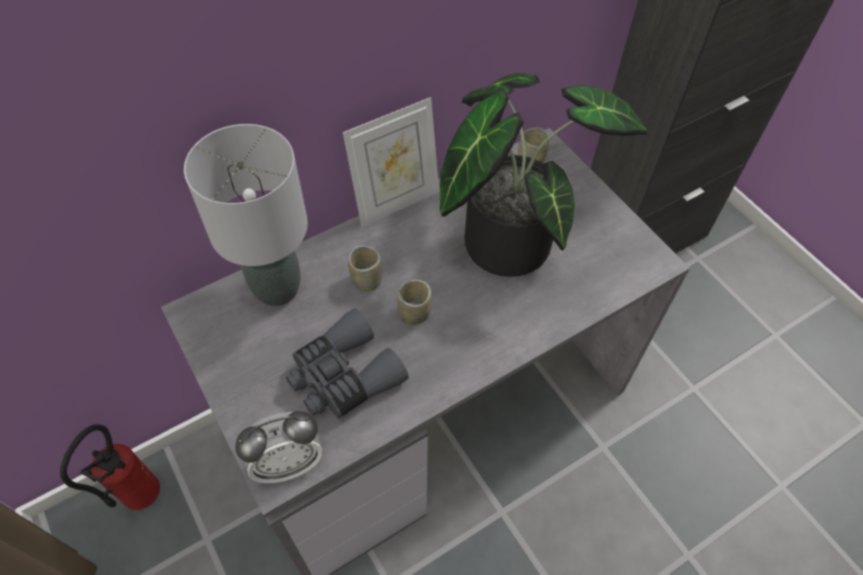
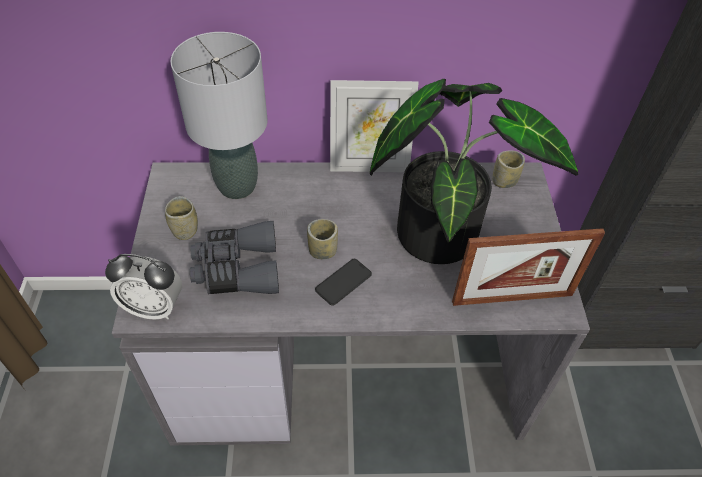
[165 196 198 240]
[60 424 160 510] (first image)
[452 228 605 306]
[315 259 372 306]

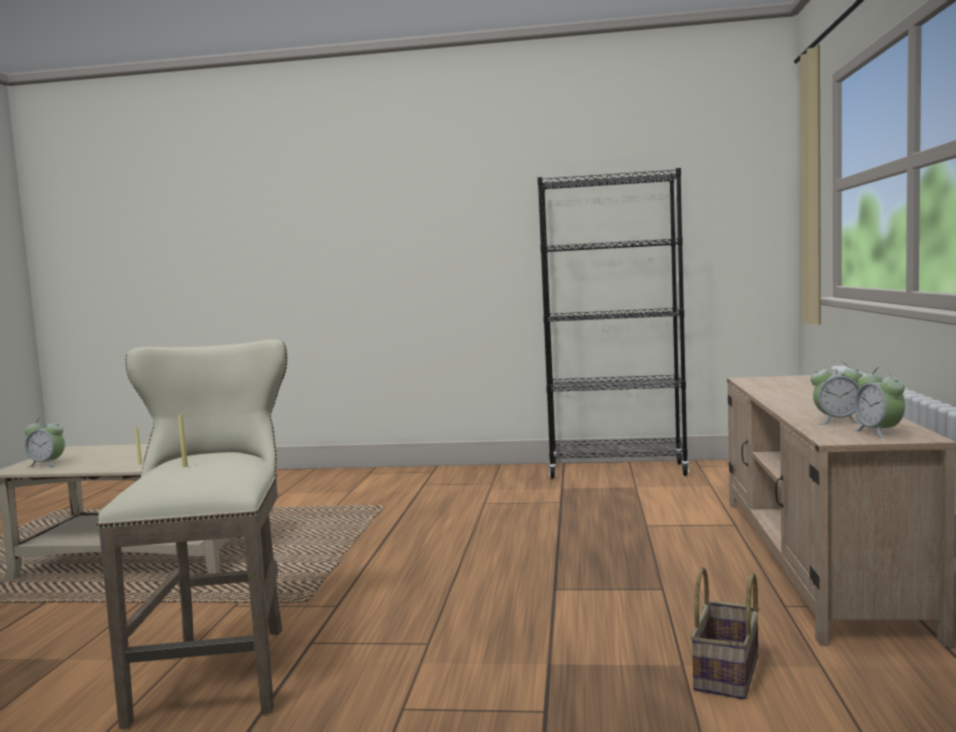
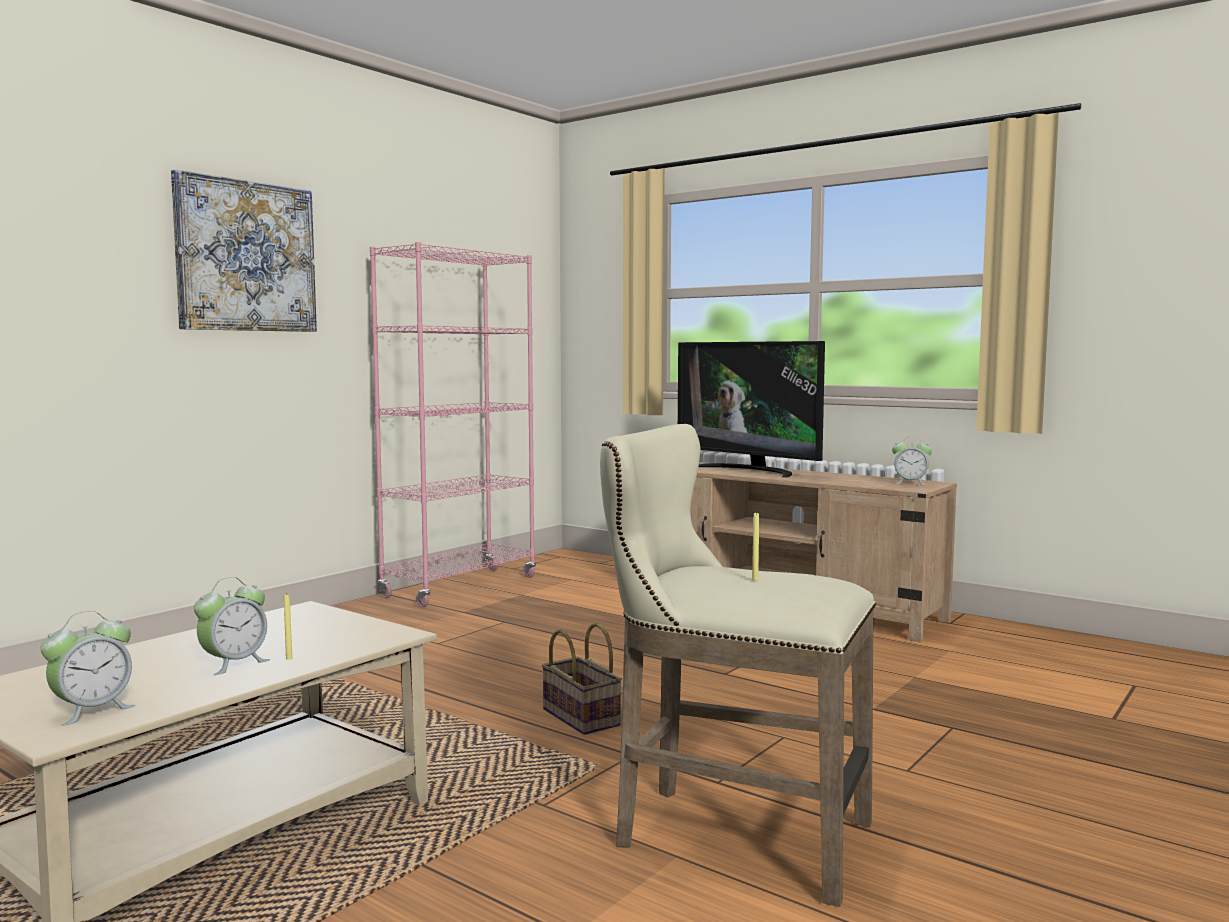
[370 242 536 607]
[194 577 270 675]
[541 622 622 735]
[171 169 317 332]
[678 341 825 478]

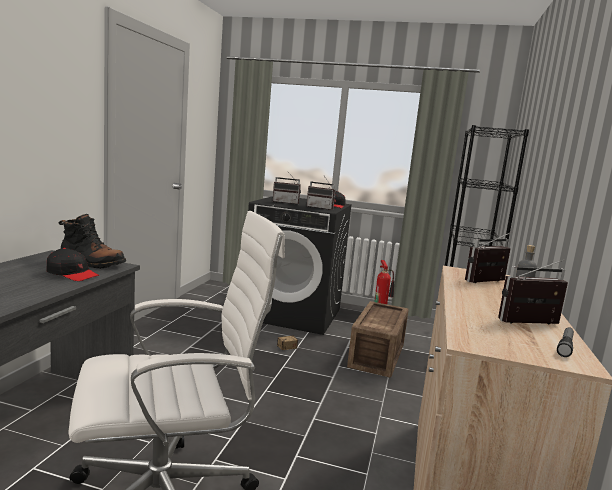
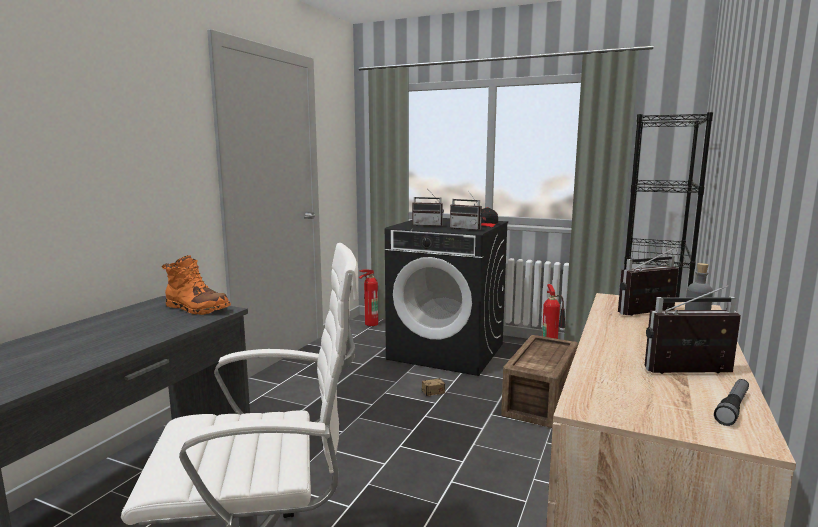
[162 255 231 315]
[46 248 99 281] (first image)
[359 269 378 326]

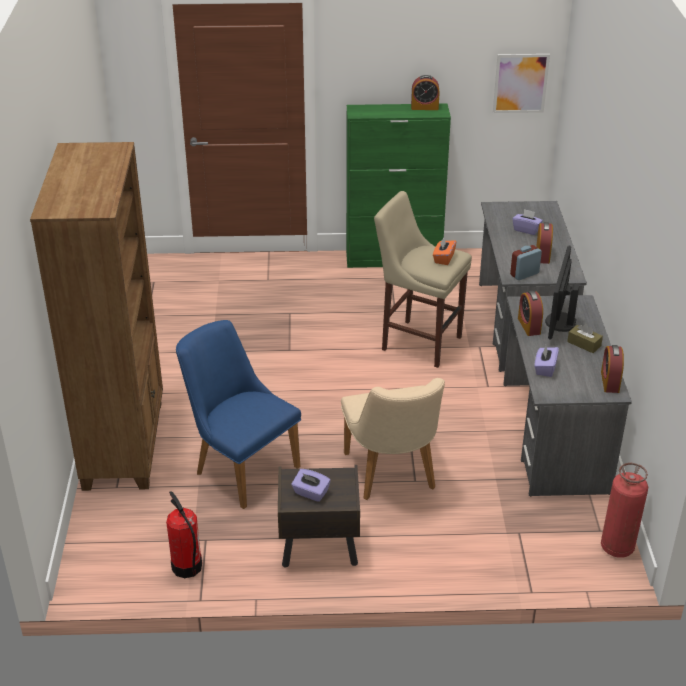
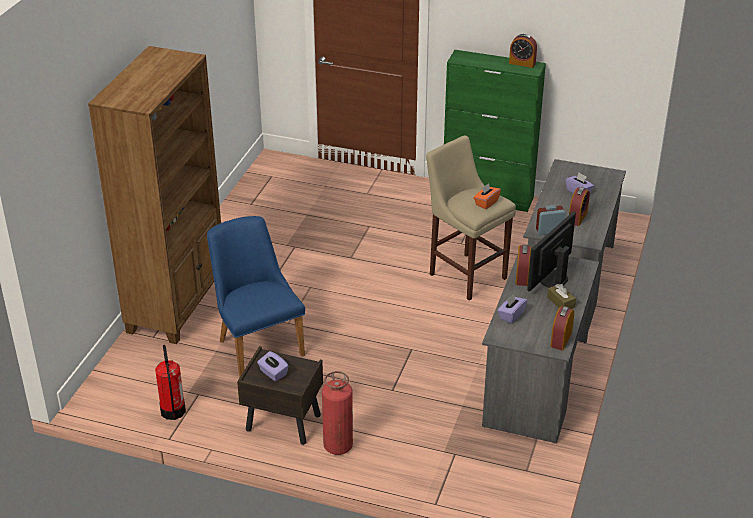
[493 54 550 113] (first image)
[341 378 445 500] (first image)
[322 371 353 455]

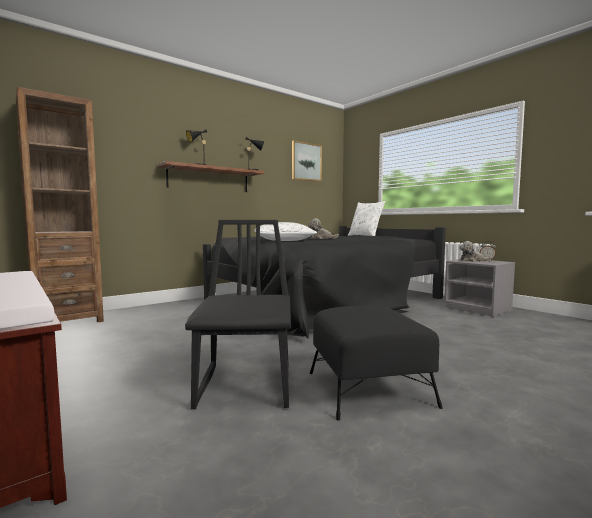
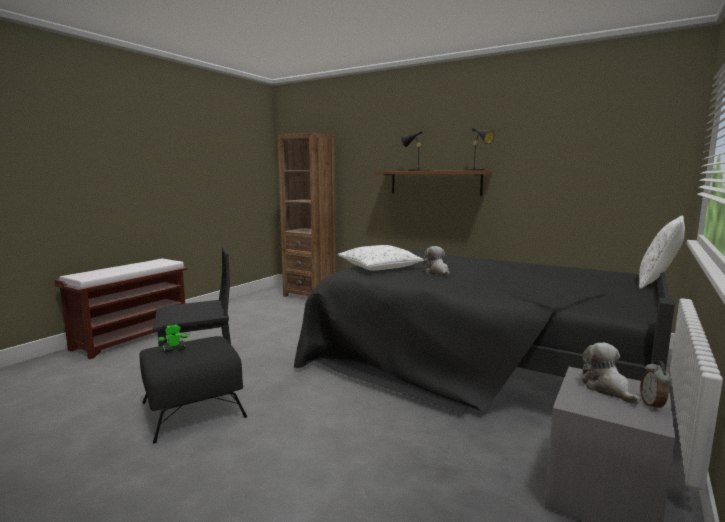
[292 140 322 182] (first image)
[156 325 189 352]

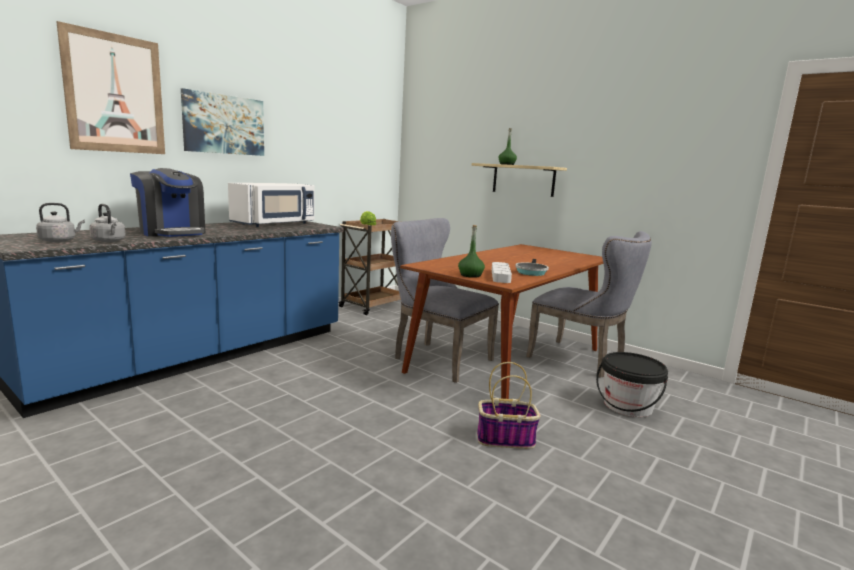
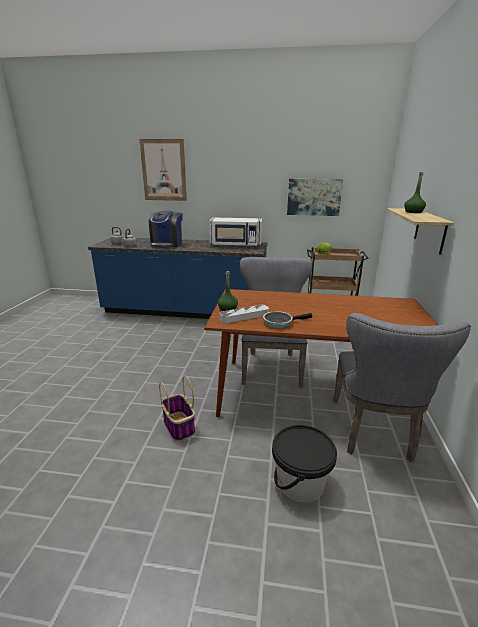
[287 179 343 216]

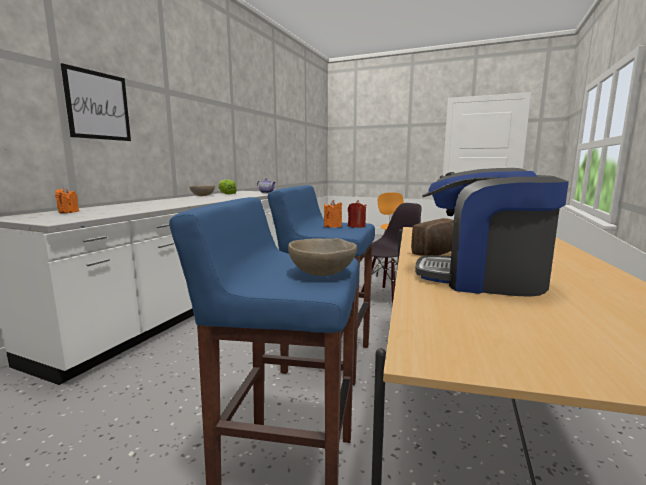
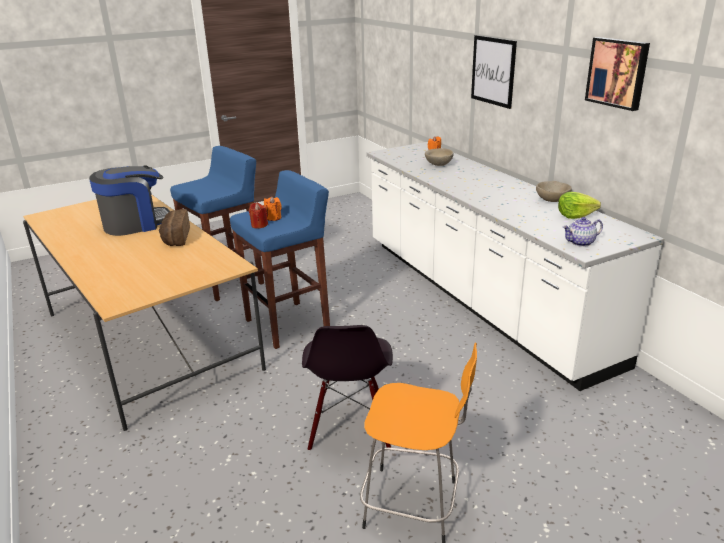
[425 148 454 166]
[585 37 650 111]

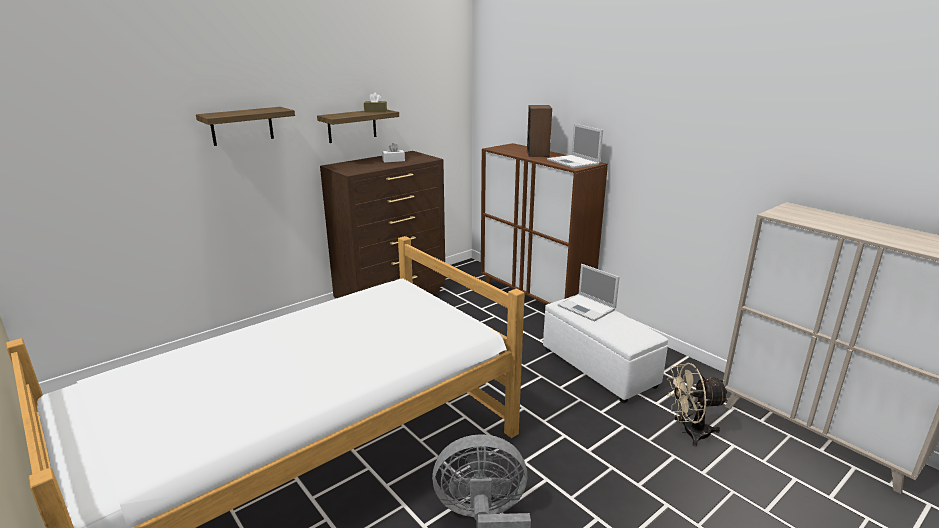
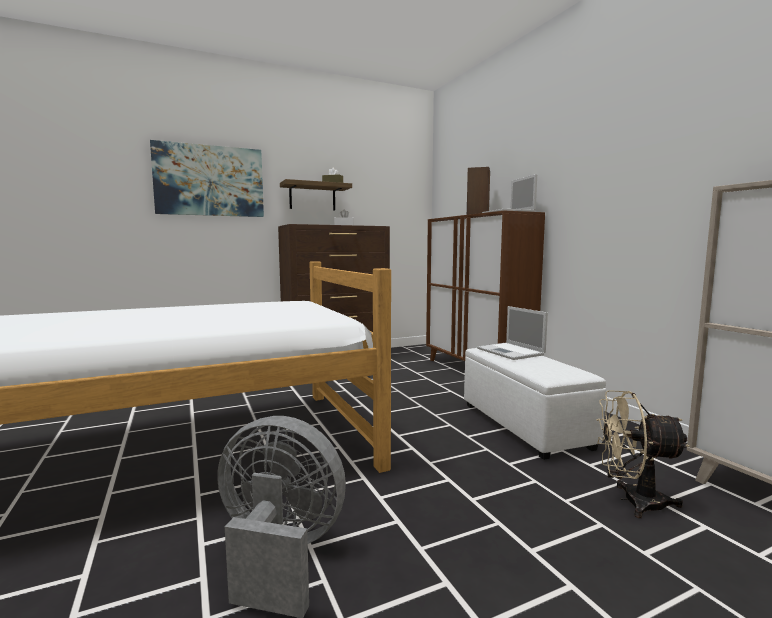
[150 140 264 217]

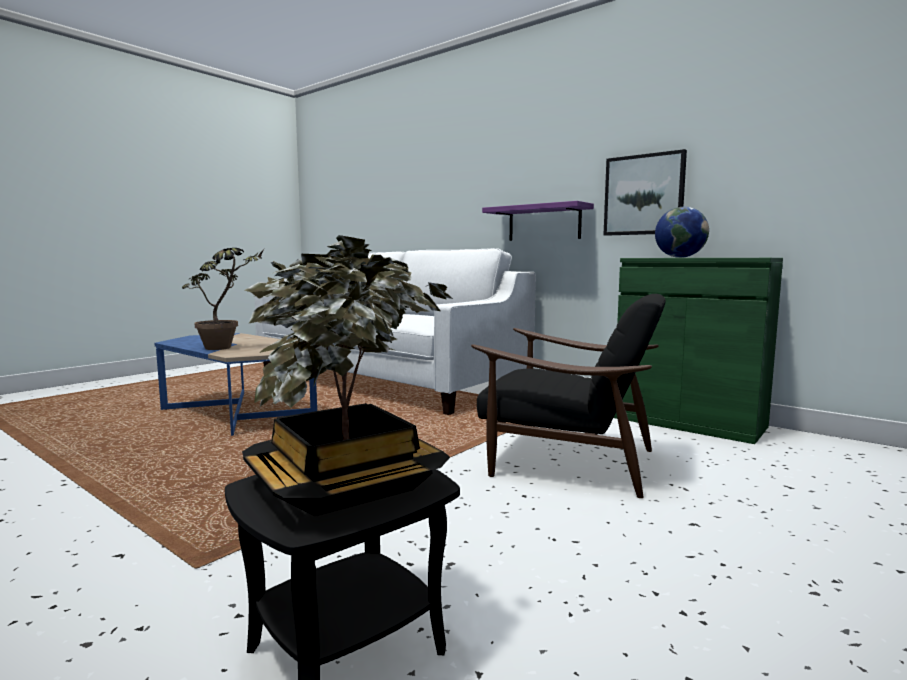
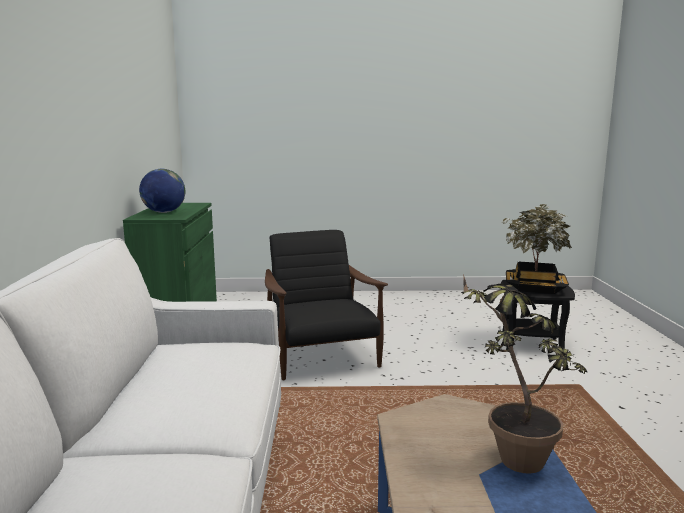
[604 149 687 236] (first image)
[482 201 594 241] (first image)

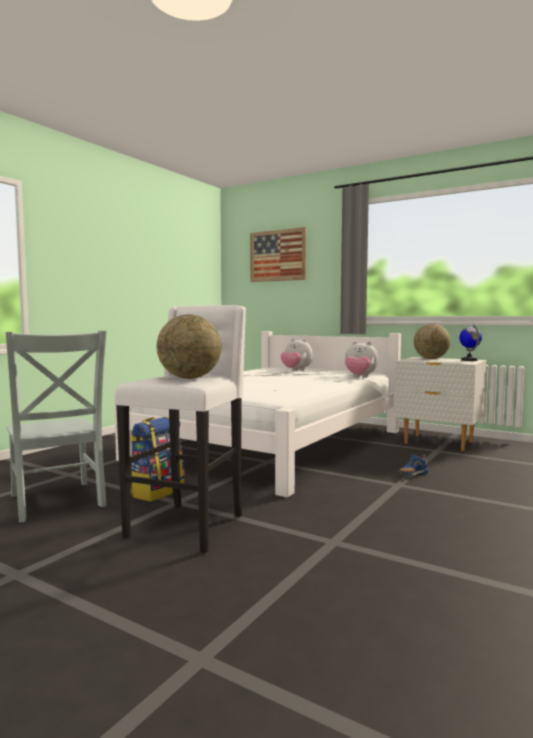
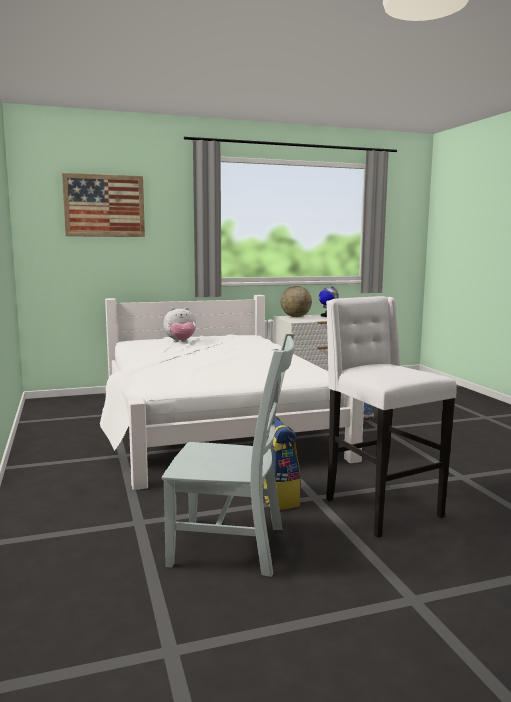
[157 314 221 379] (first image)
[345 342 378 377] (first image)

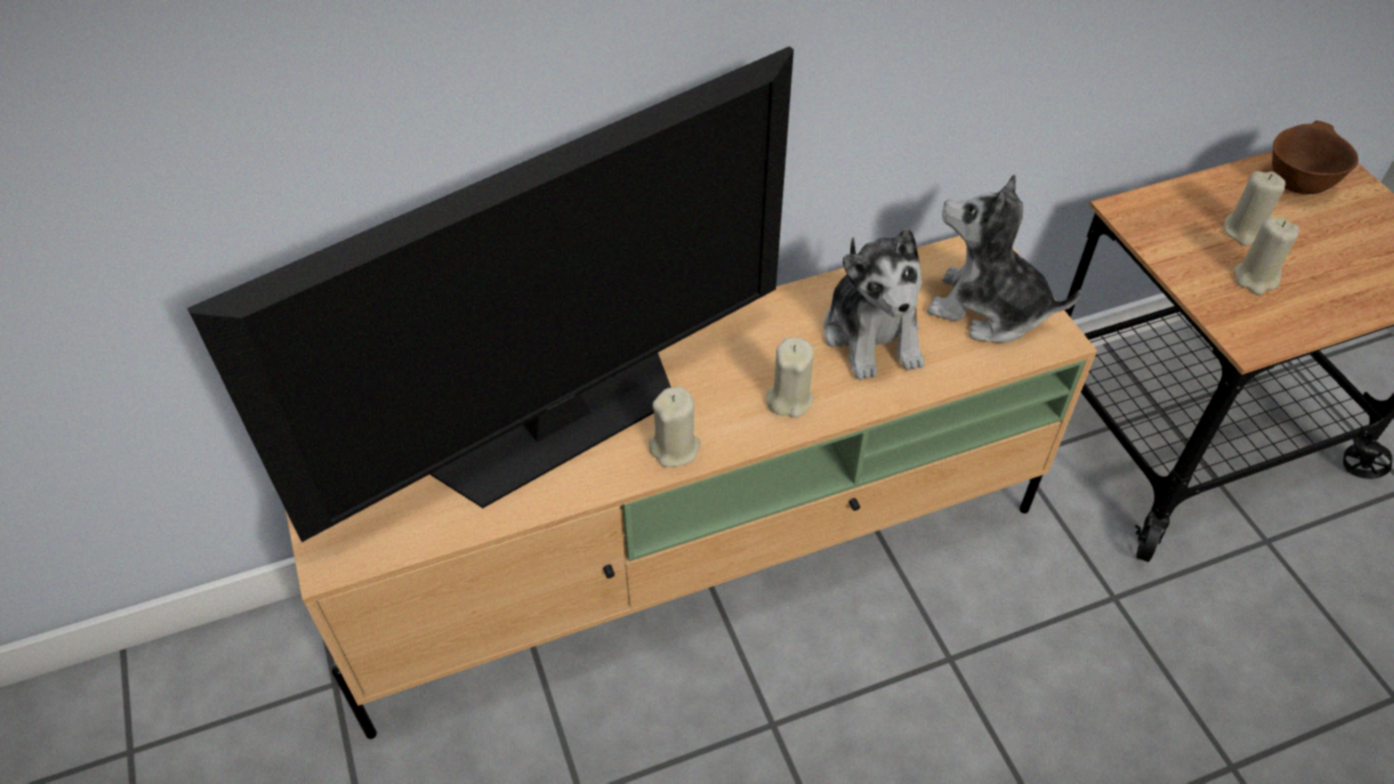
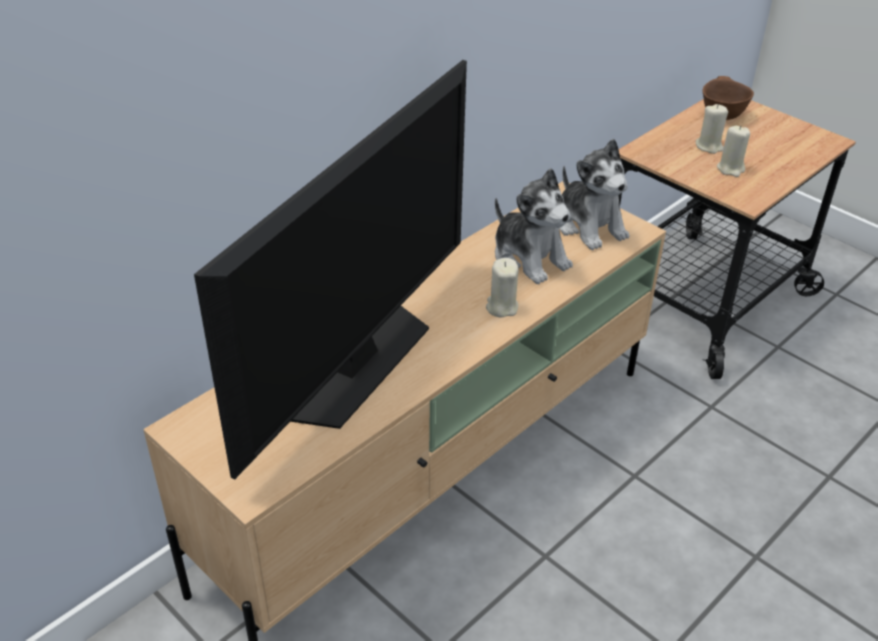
[559 139 629 250]
[649 386 700 467] (first image)

